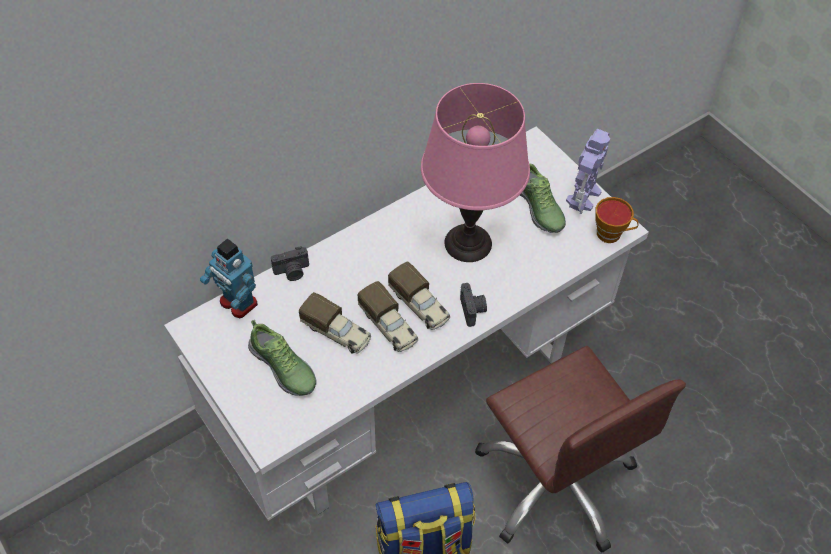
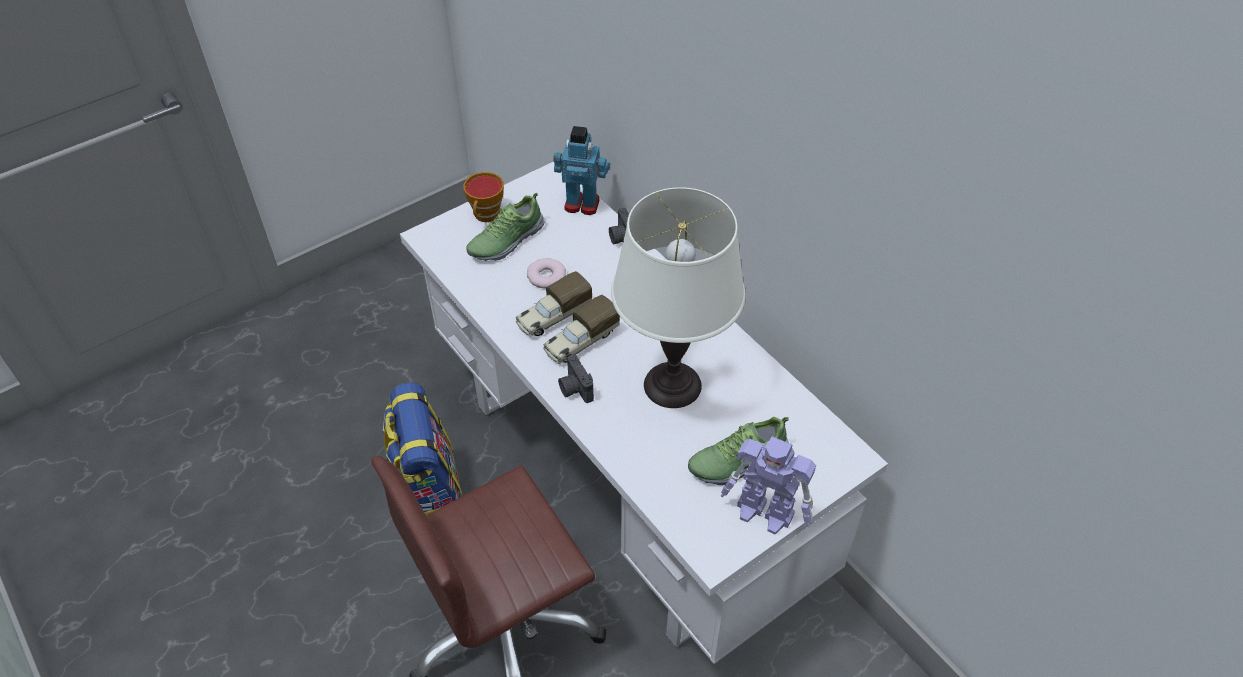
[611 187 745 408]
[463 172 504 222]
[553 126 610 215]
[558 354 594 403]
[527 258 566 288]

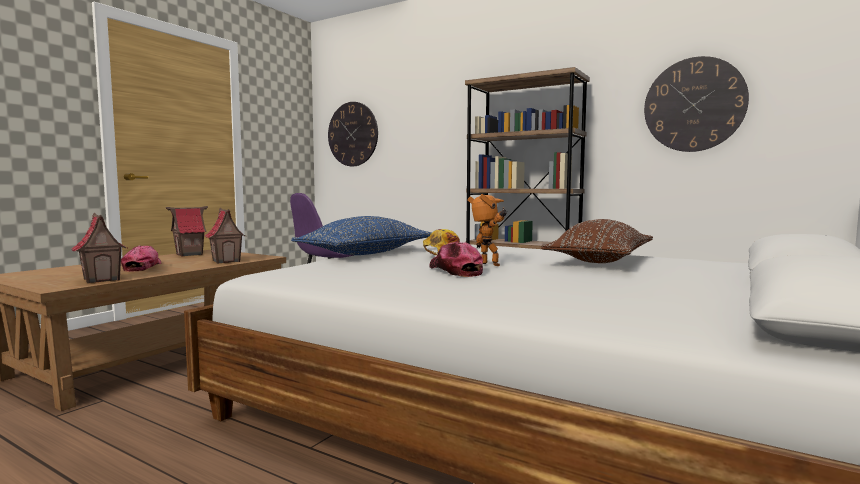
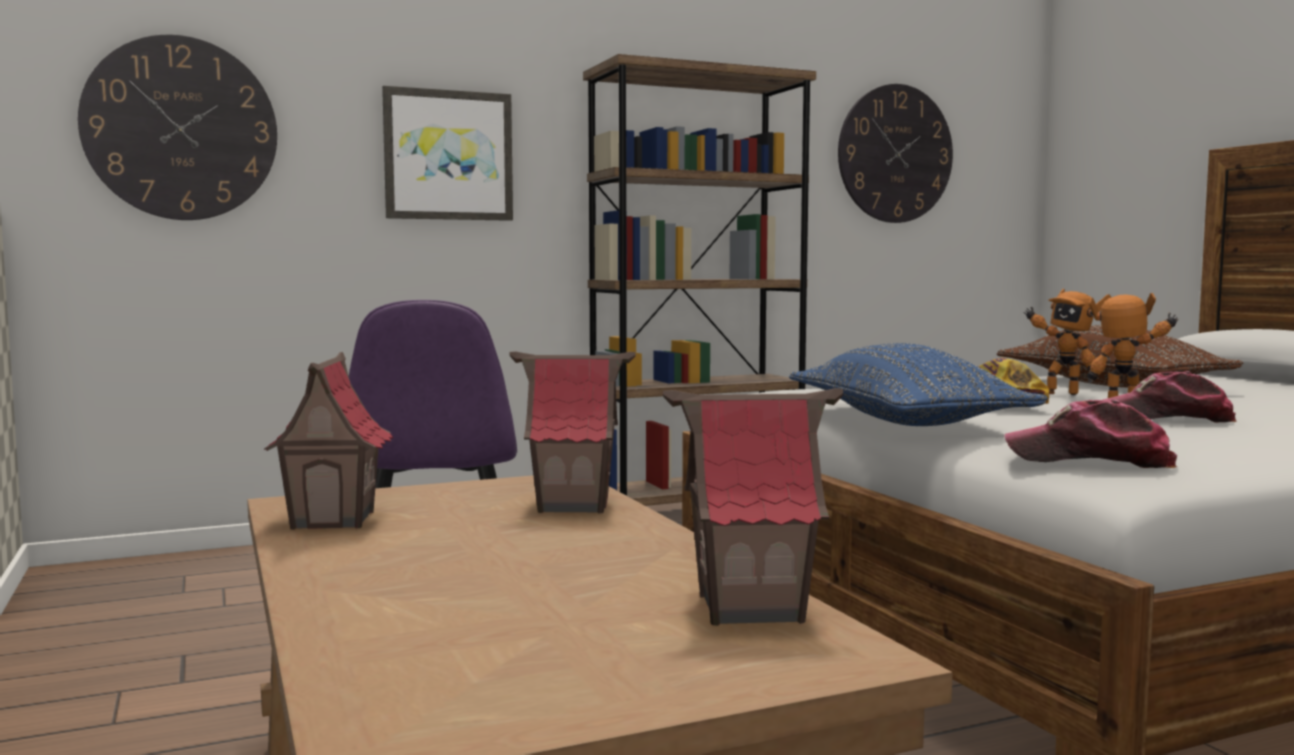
[1004 400 1177 468]
[382 86 513 221]
[1023 289 1111 395]

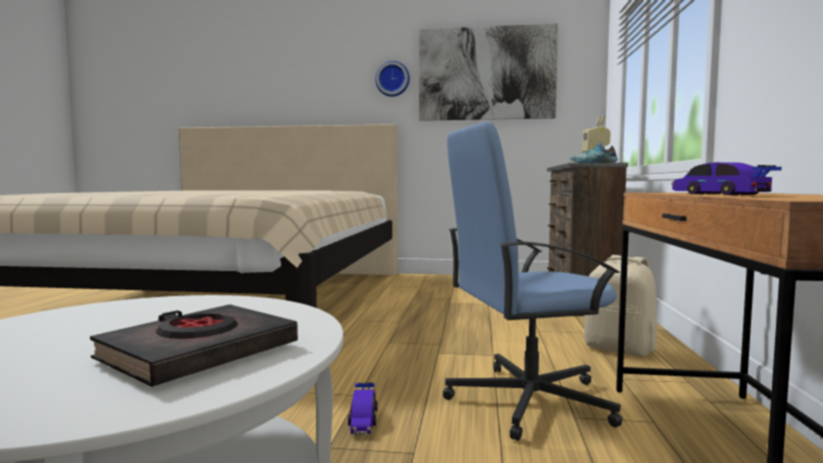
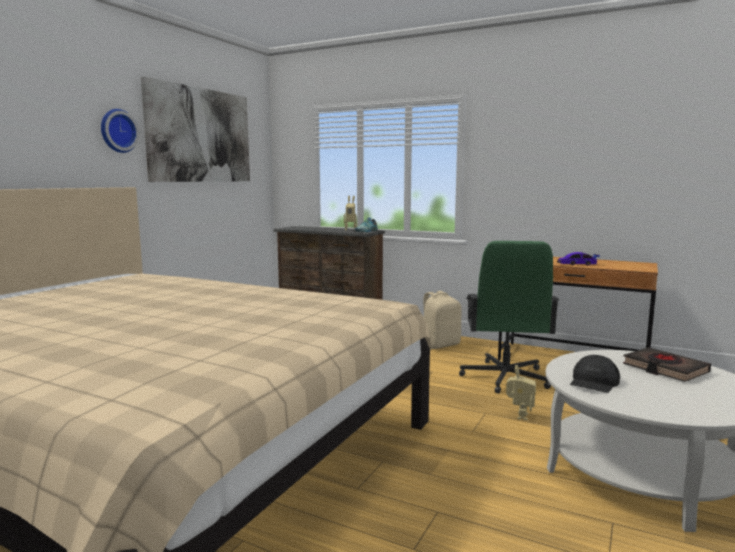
[459 241 559 393]
[506 365 536 420]
[570 355 620 393]

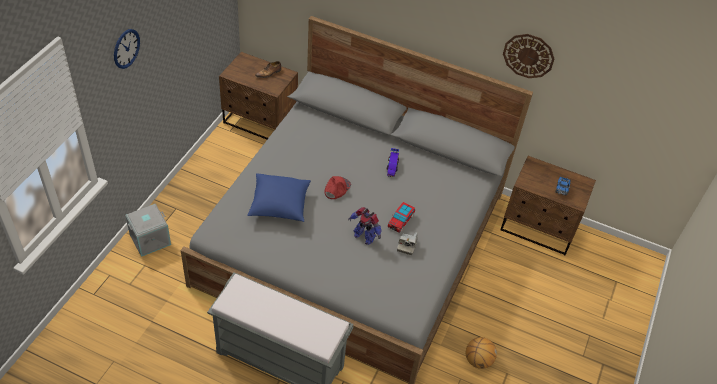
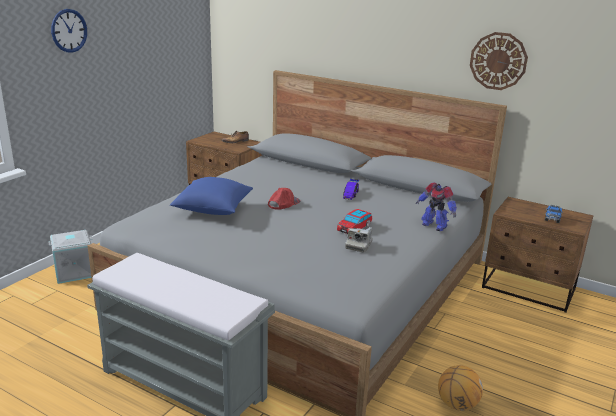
[416 182 457 231]

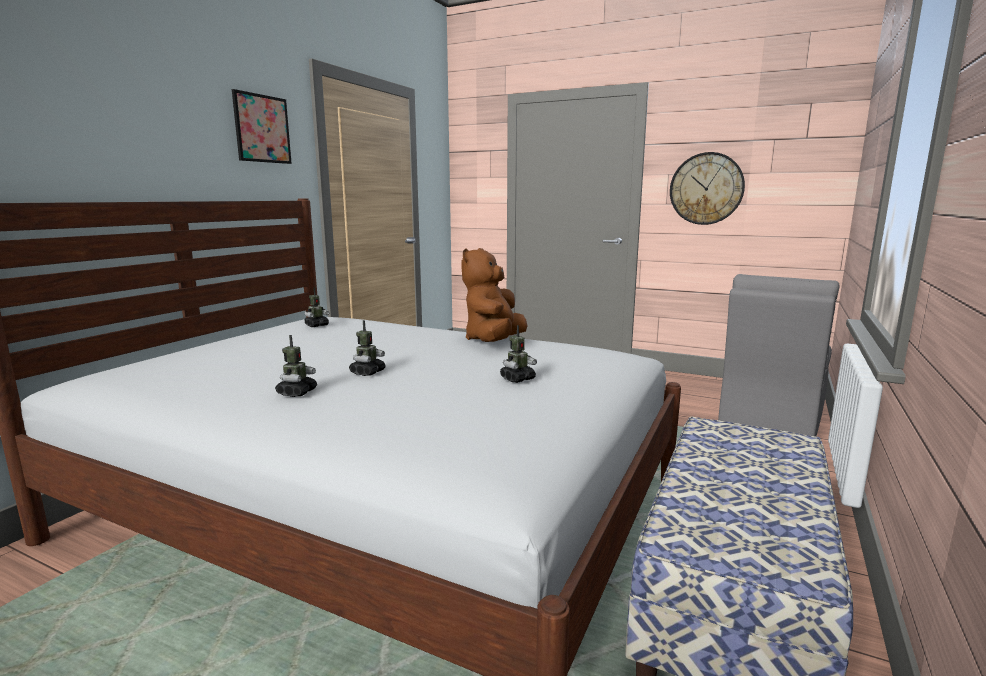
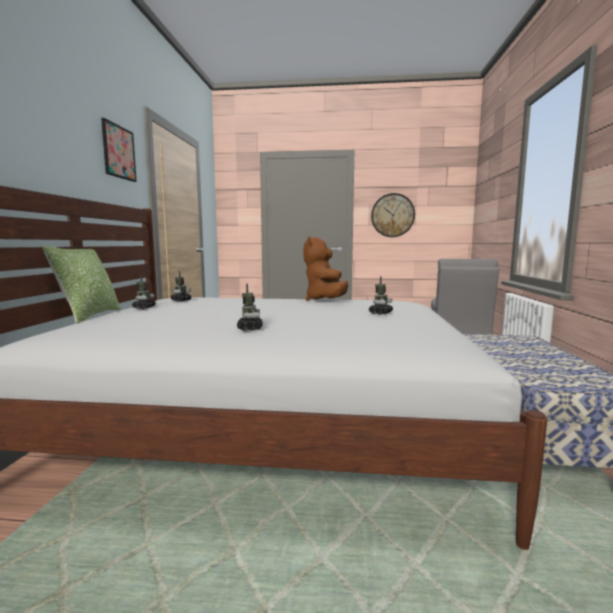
[132 275 156 309]
[42 245 121 324]

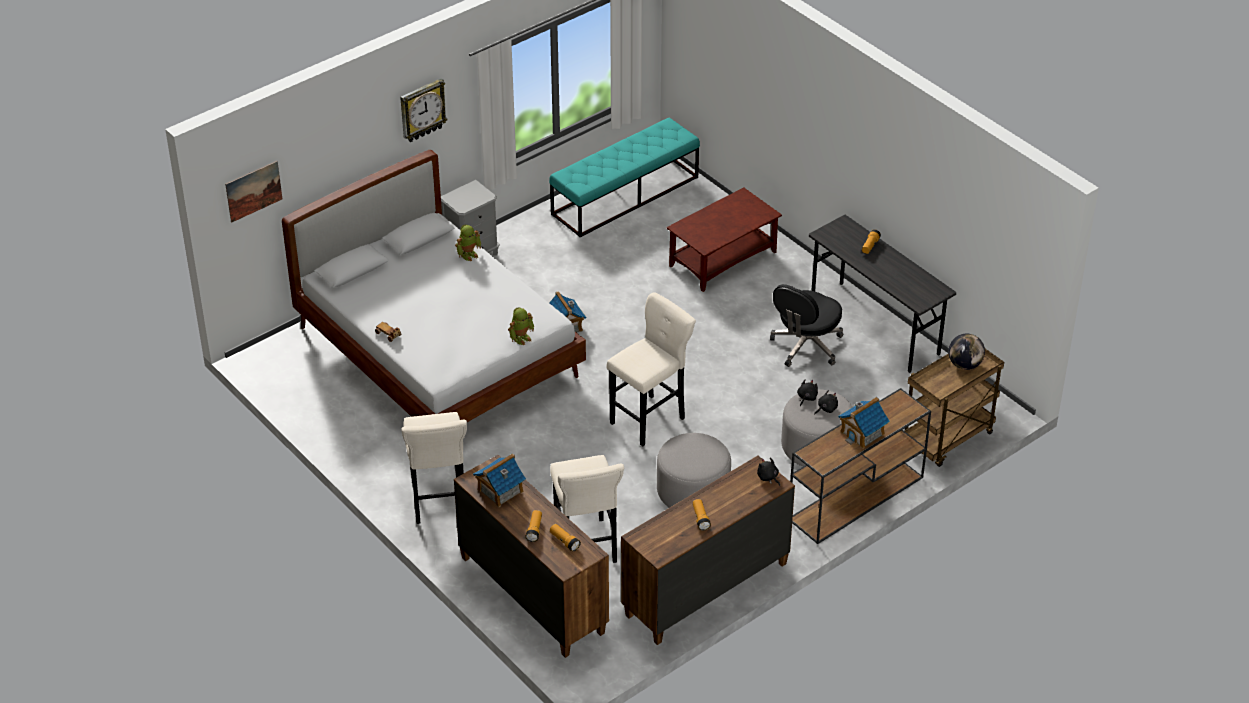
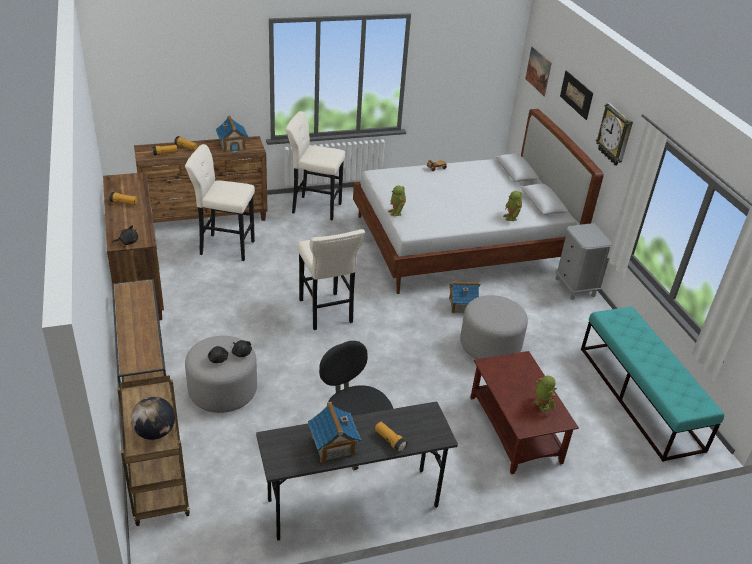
[308 402 361 463]
[460 295 528 359]
[560 71 593 120]
[534 376 557 412]

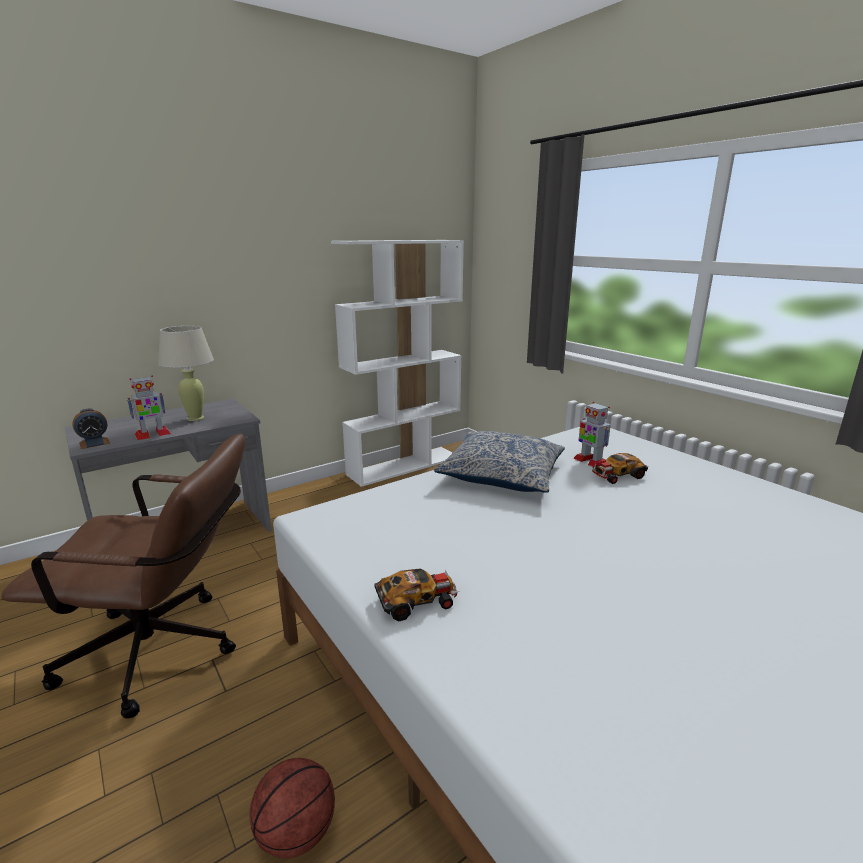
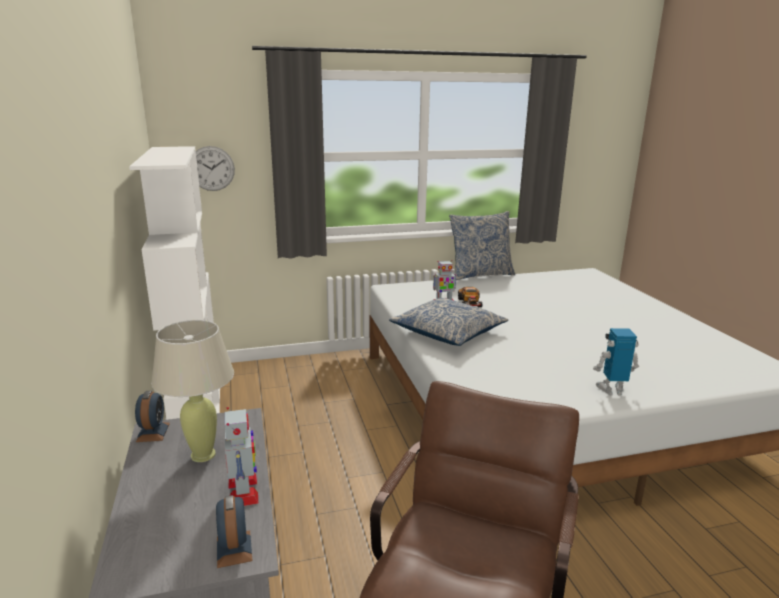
[593 328 639 396]
[249 758 335 858] (first image)
[196 146 235 191]
[449 211 515 280]
[135 391 170 442]

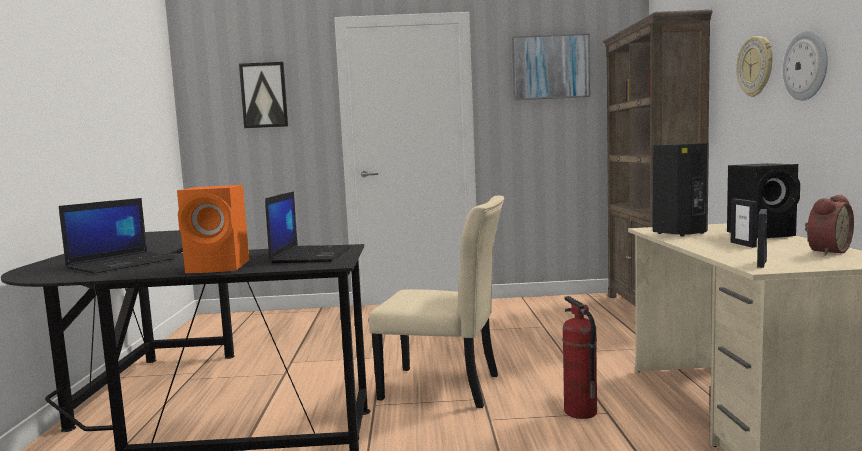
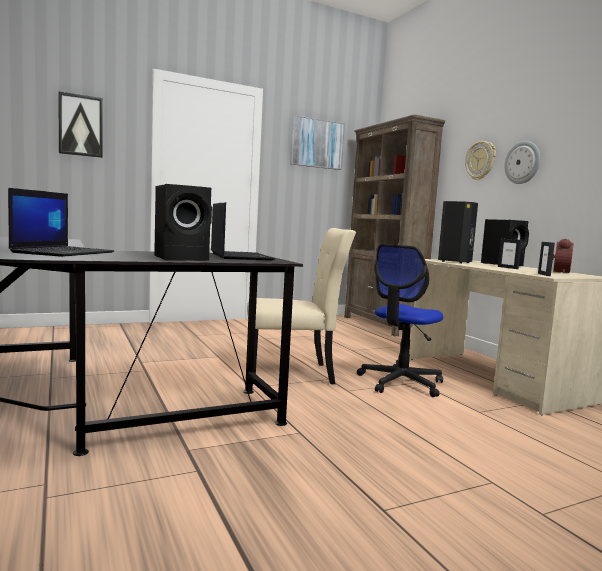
[154 184 212 261]
[357 244 443 397]

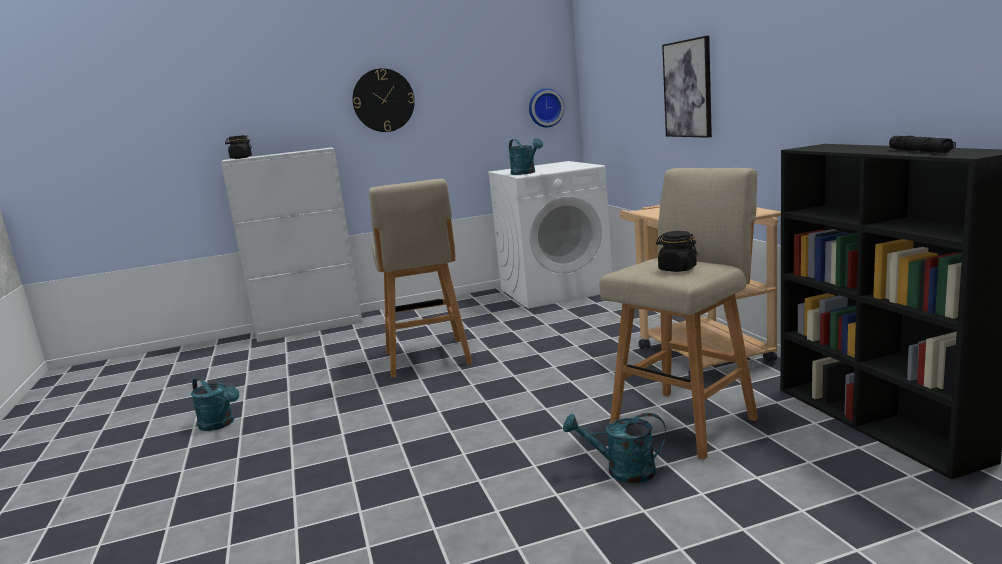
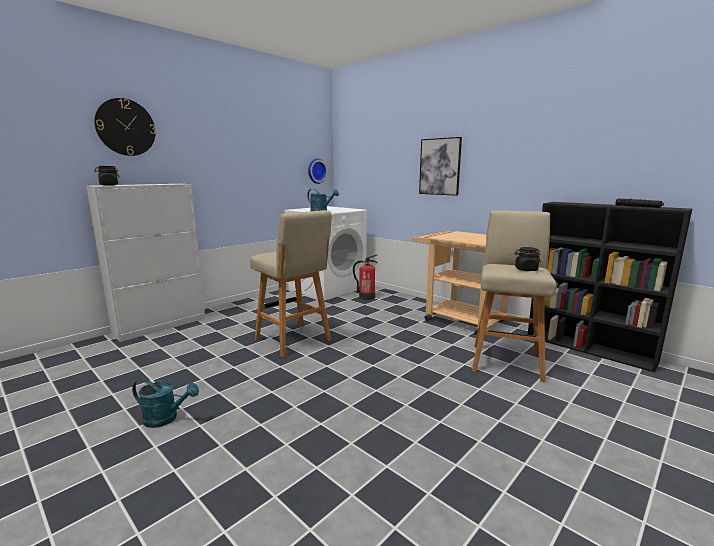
[94 98 156 156]
[563 413 666 483] (first image)
[353 255 378 300]

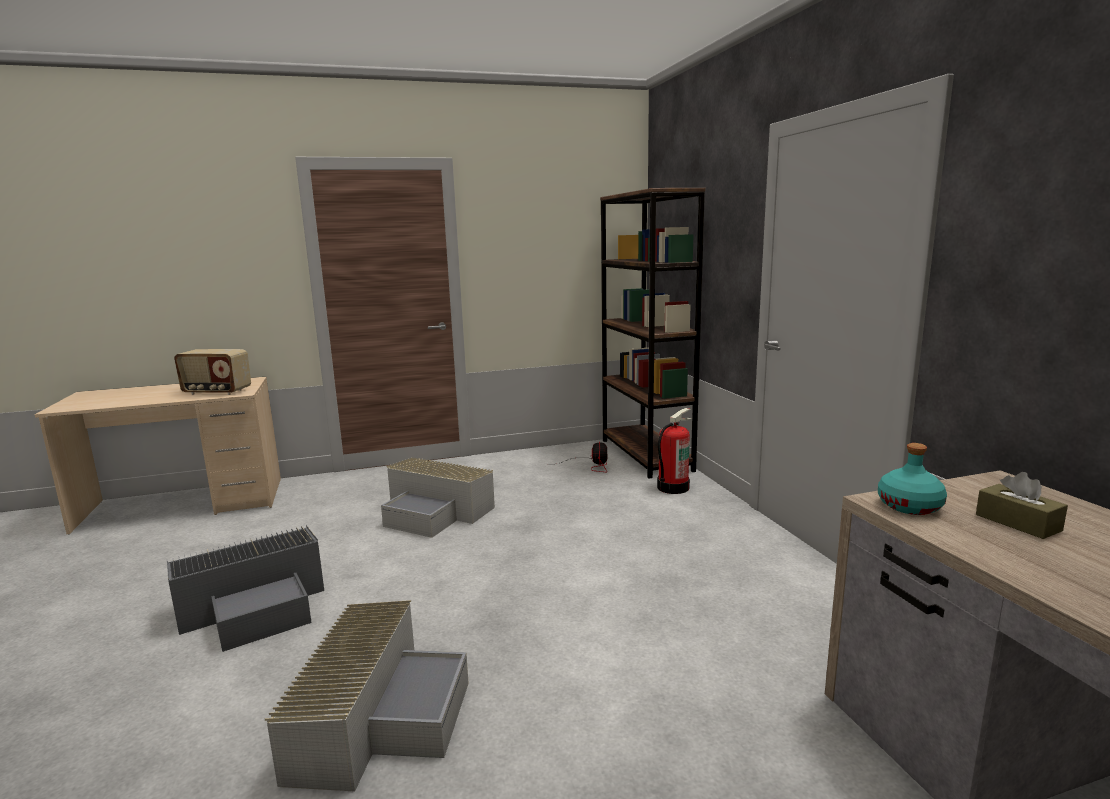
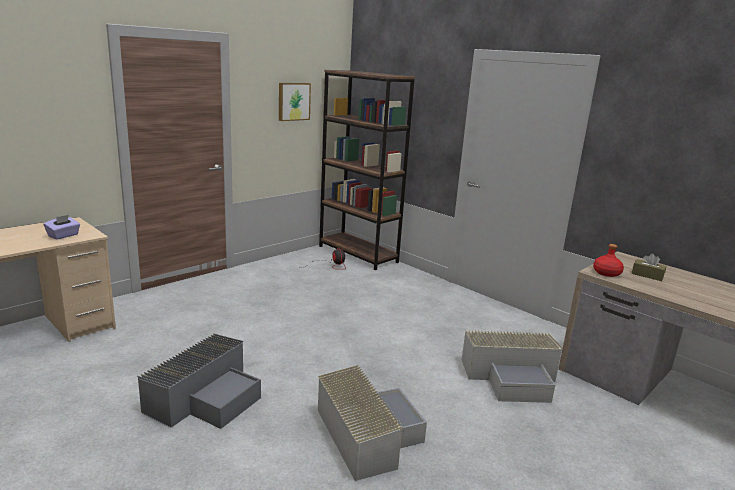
[43 215 80 240]
[657 408 692 494] (first image)
[593 244 624 277]
[462 330 562 403]
[279 83 311 121]

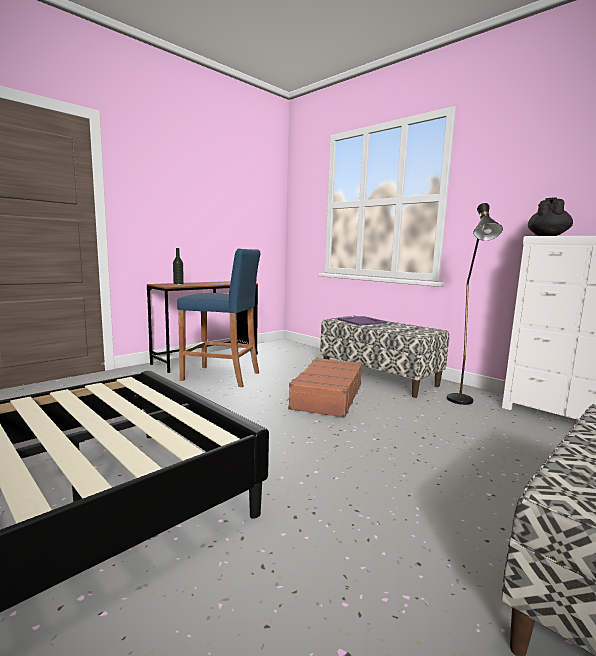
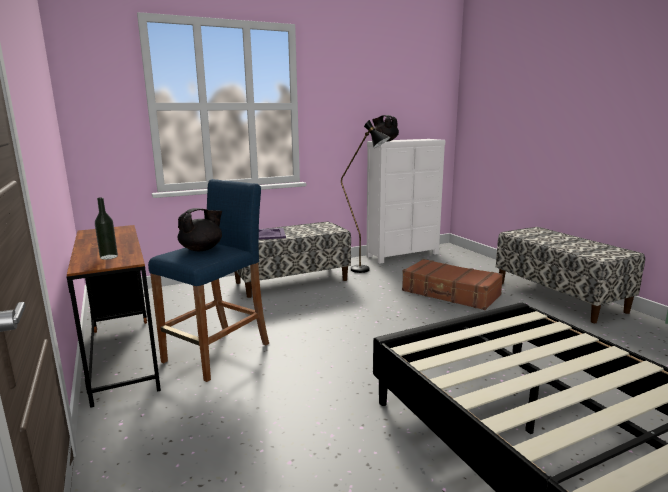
[402 259 503 310]
[178 208 222 251]

